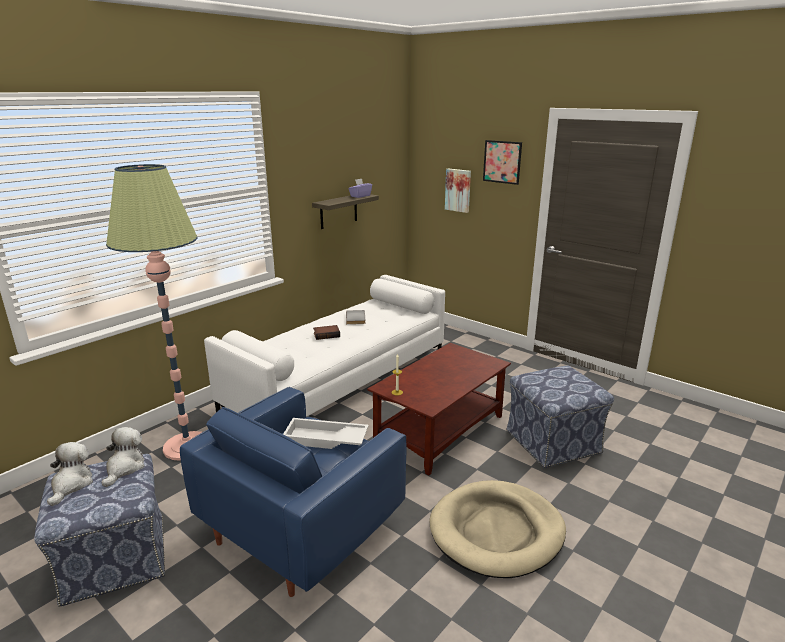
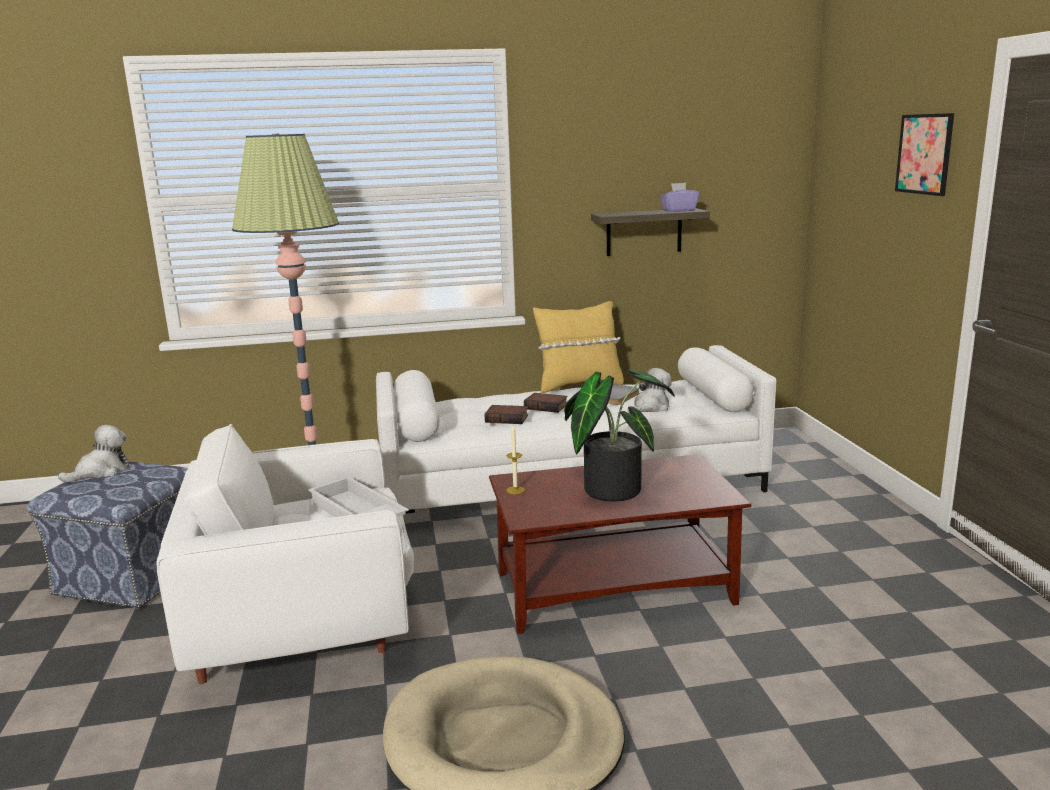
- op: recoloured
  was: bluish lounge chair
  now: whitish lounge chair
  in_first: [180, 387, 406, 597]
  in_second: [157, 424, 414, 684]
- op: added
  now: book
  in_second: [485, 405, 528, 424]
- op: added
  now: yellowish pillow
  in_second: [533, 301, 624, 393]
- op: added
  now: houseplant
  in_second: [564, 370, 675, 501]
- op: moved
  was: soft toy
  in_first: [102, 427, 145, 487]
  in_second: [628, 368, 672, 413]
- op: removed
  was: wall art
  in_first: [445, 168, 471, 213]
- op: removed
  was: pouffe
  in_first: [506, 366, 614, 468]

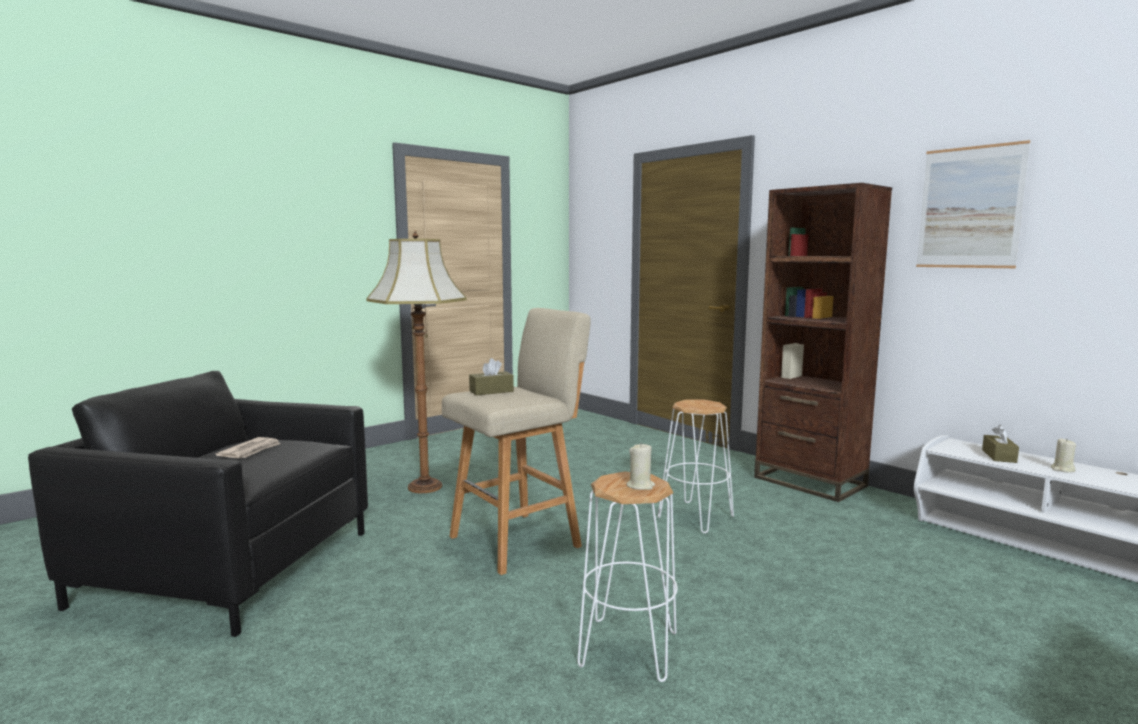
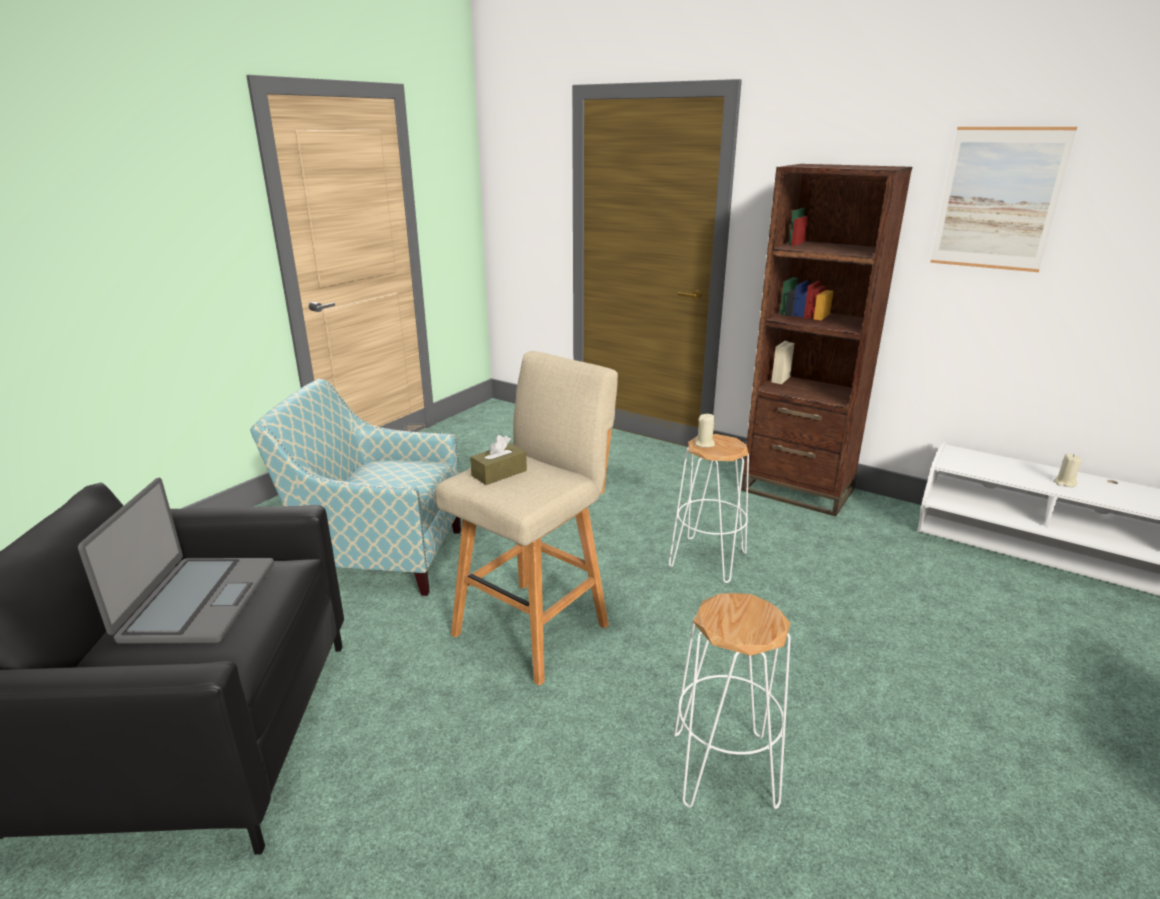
- op: replaced
  was: printed paper
  now: laptop
  in_first: [216, 437, 281, 458]
  in_second: [78, 478, 274, 644]
- op: replaced
  was: standing lamp
  now: lounge chair
  in_first: [366, 230, 467, 493]
  in_second: [250, 379, 461, 596]
- op: moved
  was: beige candle
  in_first: [626, 443, 655, 490]
  in_second: [695, 413, 715, 448]
- op: removed
  was: brown-coloured tissue holder
  in_first: [982, 425, 1019, 463]

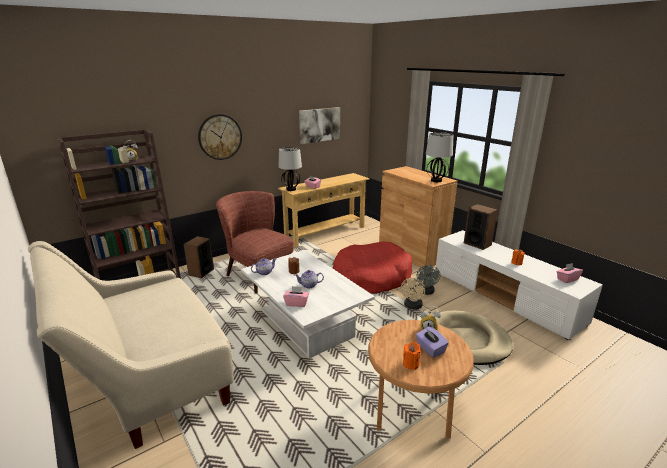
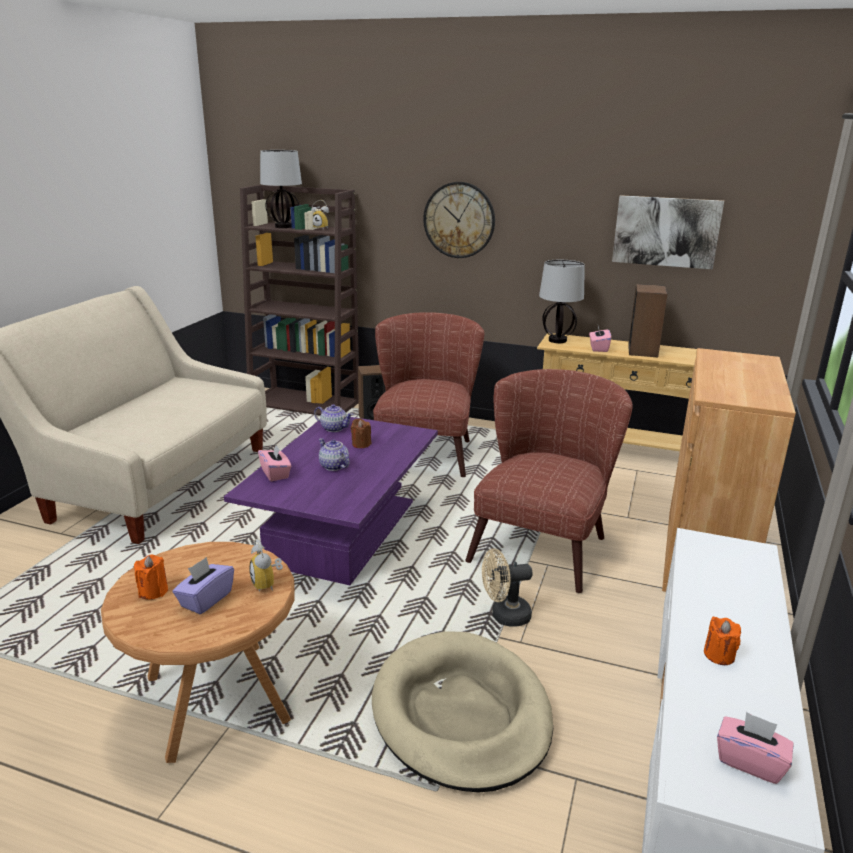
- op: recoloured
  was: whitish coffee table
  now: purplish coffee table
  in_first: [241, 250, 375, 359]
  in_second: [224, 417, 438, 585]
- op: moved
  was: lamp for a table
  in_first: [426, 132, 453, 182]
  in_second: [260, 150, 302, 228]
- op: replaced
  was: red dog bed
  now: brown-coloured lounge chair
  in_first: [333, 241, 412, 294]
  in_second: [465, 369, 633, 593]
- op: moved
  was: audio speaker
  in_first: [464, 204, 498, 250]
  in_second: [628, 284, 667, 357]
- op: removed
  was: gray fan
  in_first: [417, 265, 440, 295]

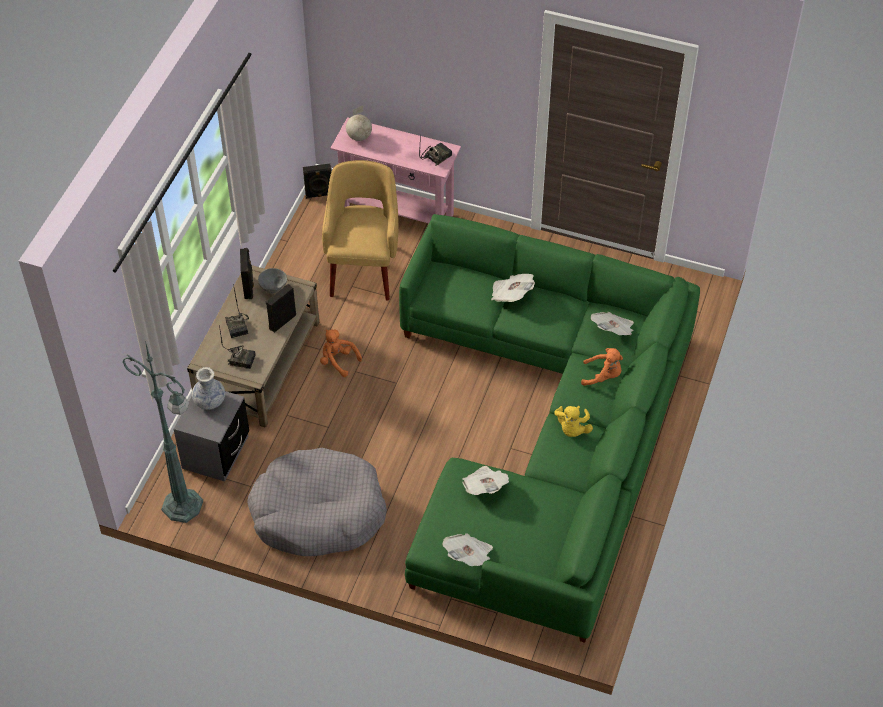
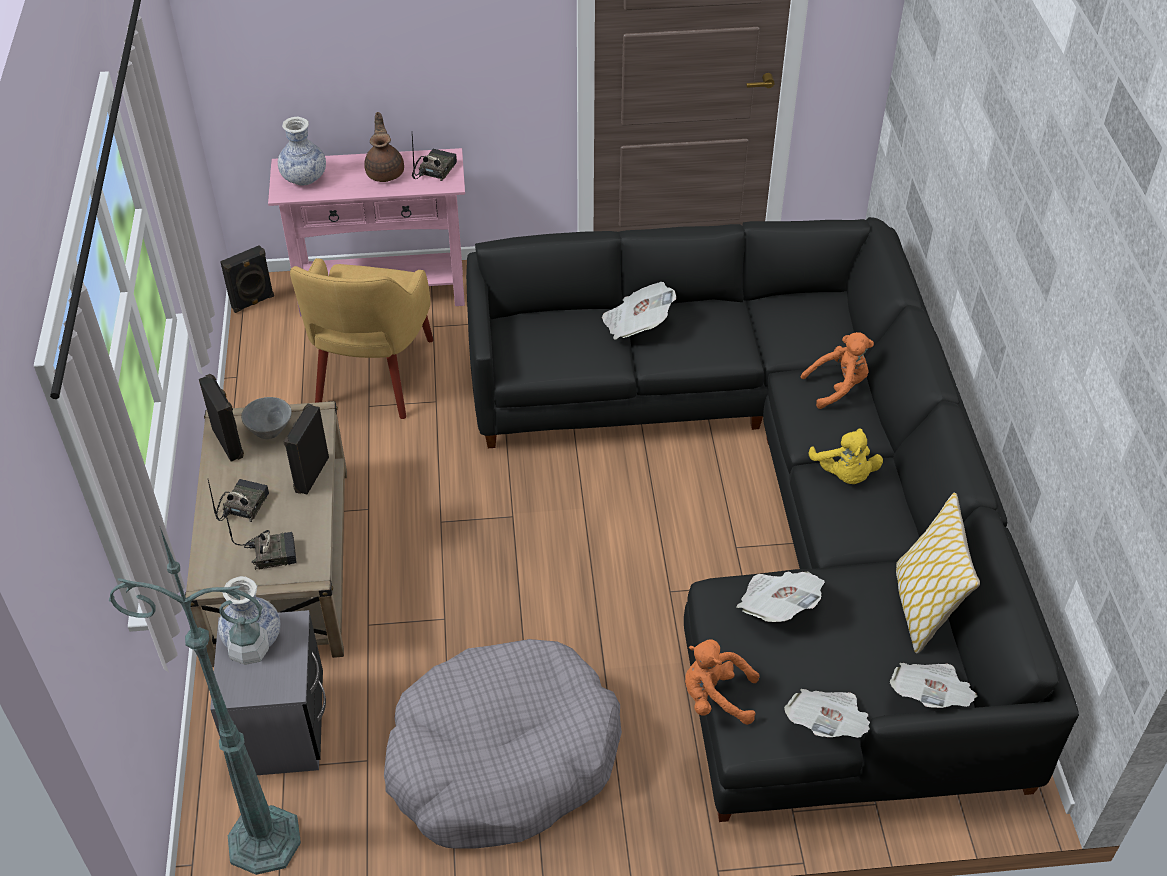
- op: turned
  was: radio
  in_first: [225, 284, 249, 338]
  in_second: [207, 478, 269, 522]
  clockwise: -120
- op: replaced
  was: desk globe
  now: flower vase
  in_first: [346, 105, 372, 141]
  in_second: [278, 116, 326, 185]
- op: turned
  was: yellowish lounge chair
  in_first: [322, 160, 399, 300]
  in_second: [290, 258, 433, 419]
  clockwise: -150
- op: added
  now: brown-coloured tea pot
  in_second: [364, 112, 404, 182]
- op: recoloured
  was: green-coloured settee
  now: black settee
  in_first: [399, 214, 700, 643]
  in_second: [466, 217, 1079, 822]
- op: moved
  was: orange-coloured soft toy
  in_first: [320, 329, 362, 377]
  in_second: [685, 639, 759, 725]
- op: moved
  was: printed paper
  in_first: [591, 312, 634, 335]
  in_second: [889, 663, 978, 708]
- op: added
  now: pillow
  in_second: [896, 493, 980, 654]

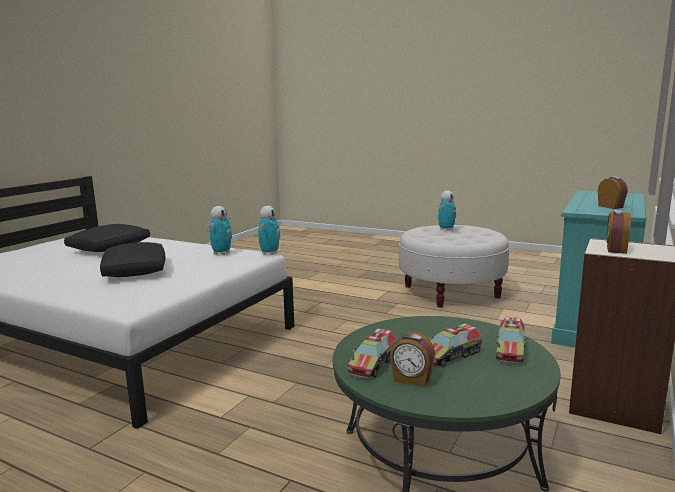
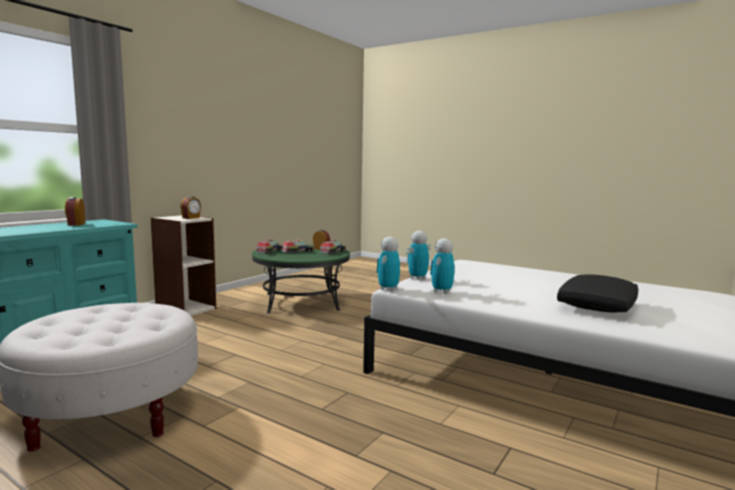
- op: moved
  was: robot figure
  in_first: [438, 191, 456, 231]
  in_second: [406, 231, 431, 280]
- op: removed
  was: black pillow
  in_first: [100, 242, 166, 277]

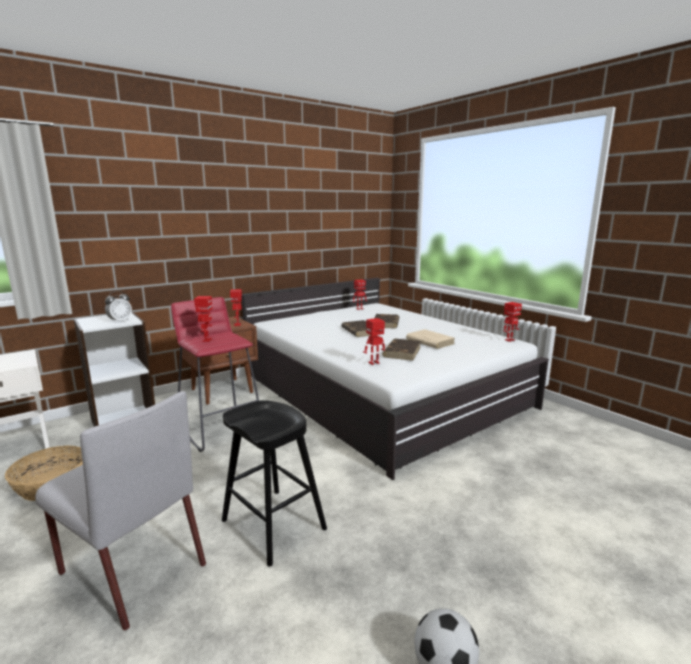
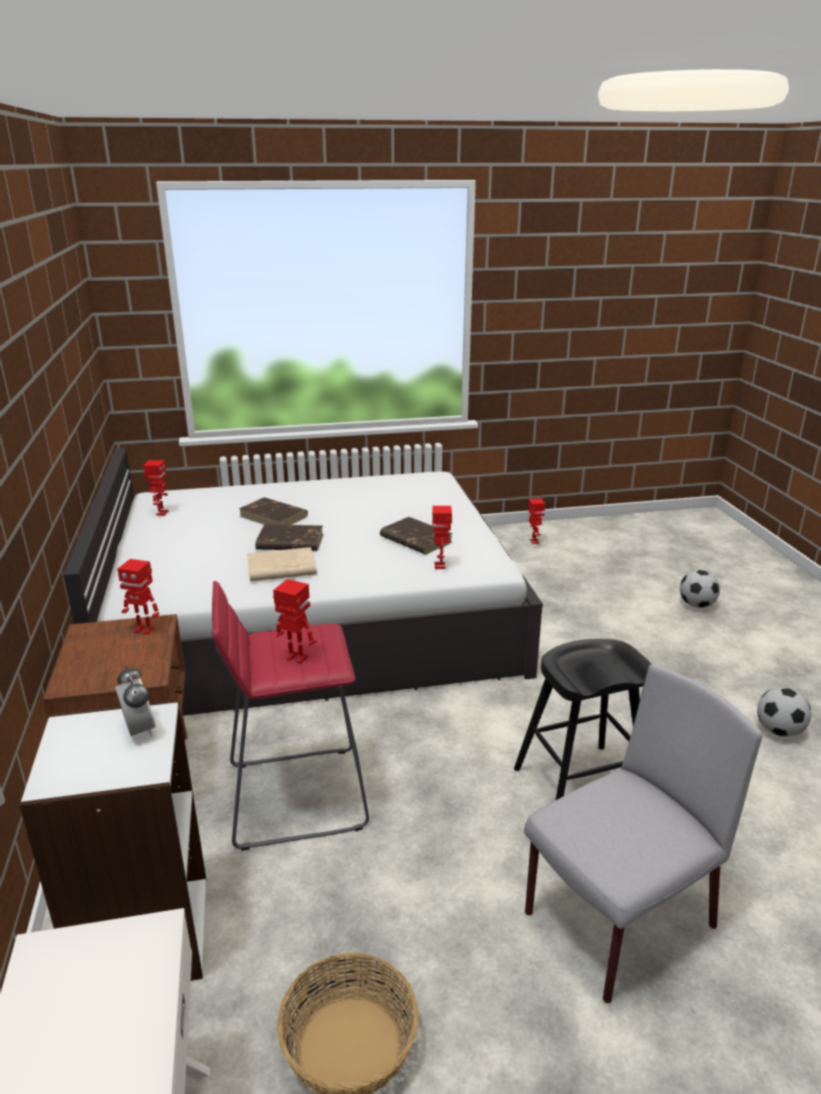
- op: moved
  was: beige book
  in_first: [406, 329, 454, 349]
  in_second: [247, 547, 317, 581]
- op: moved
  was: robot figure
  in_first: [503, 302, 522, 342]
  in_second: [528, 498, 545, 544]
- op: added
  now: ball for football
  in_second: [680, 570, 720, 608]

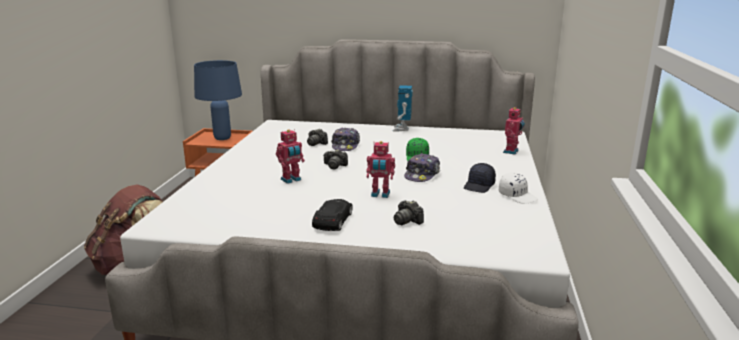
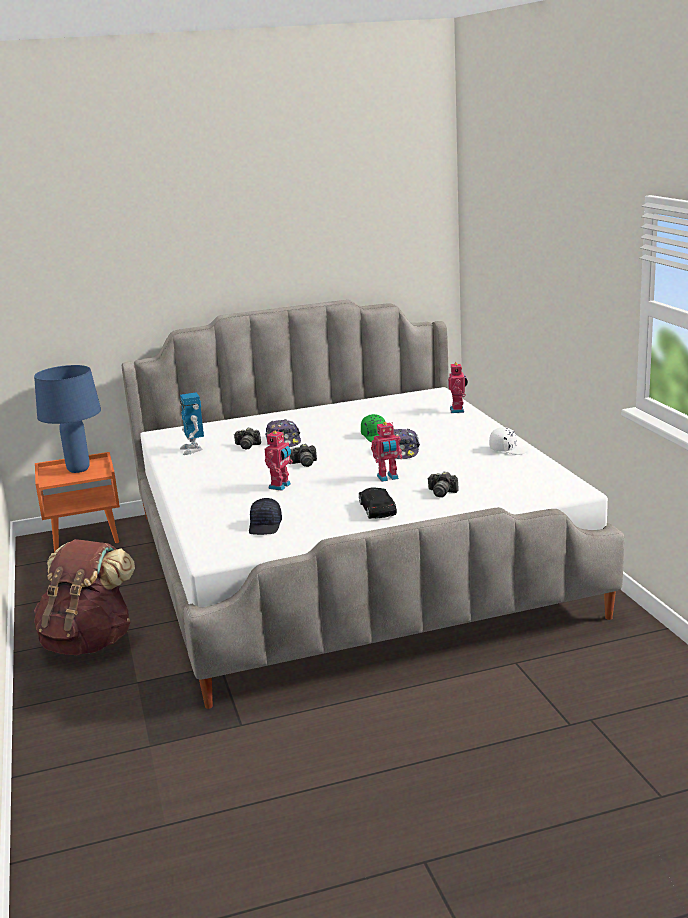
- op: moved
  was: robot figure
  in_first: [393, 85, 413, 132]
  in_second: [180, 392, 204, 455]
- op: moved
  was: black peaked cap
  in_first: [464, 163, 496, 193]
  in_second: [249, 498, 282, 535]

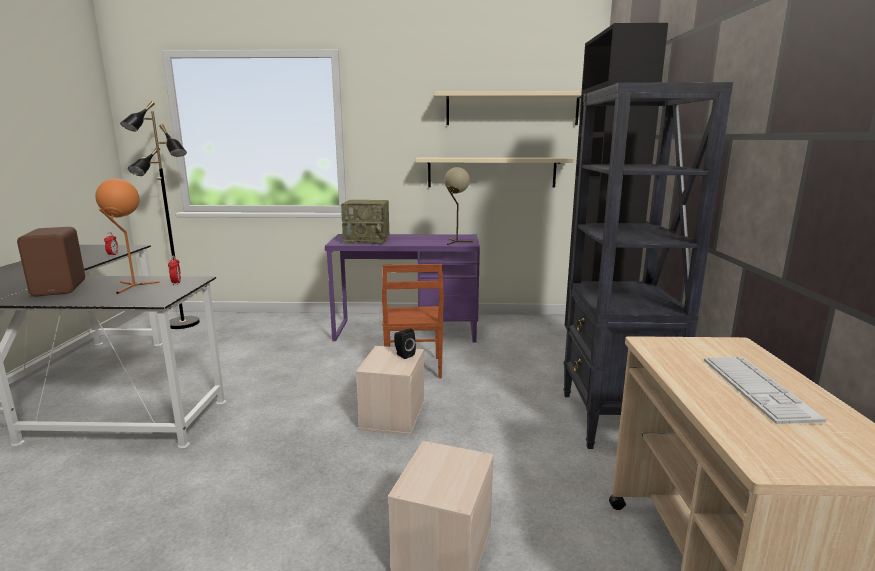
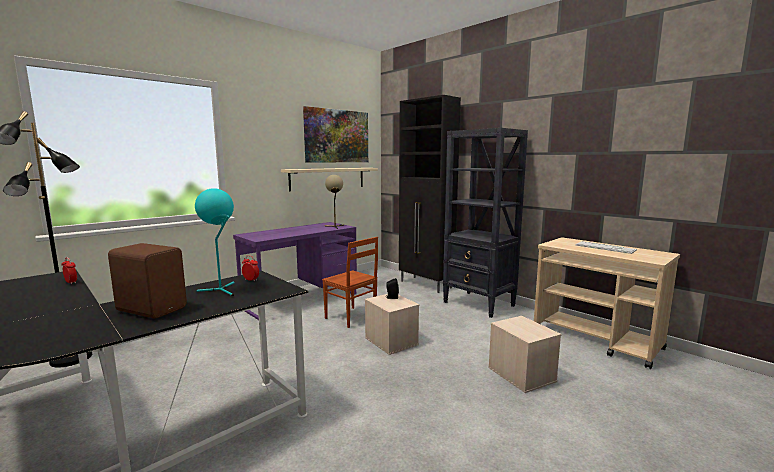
- op: recoloured
  was: orange-coloured lamp for a table
  now: turquoise lamp for a table
  in_first: [95, 179, 160, 294]
  in_second: [195, 188, 235, 296]
- op: replaced
  was: beige wall shelf
  now: wall art
  in_first: [434, 91, 582, 125]
  in_second: [303, 106, 368, 163]
- op: removed
  was: radio
  in_first: [341, 200, 389, 244]

